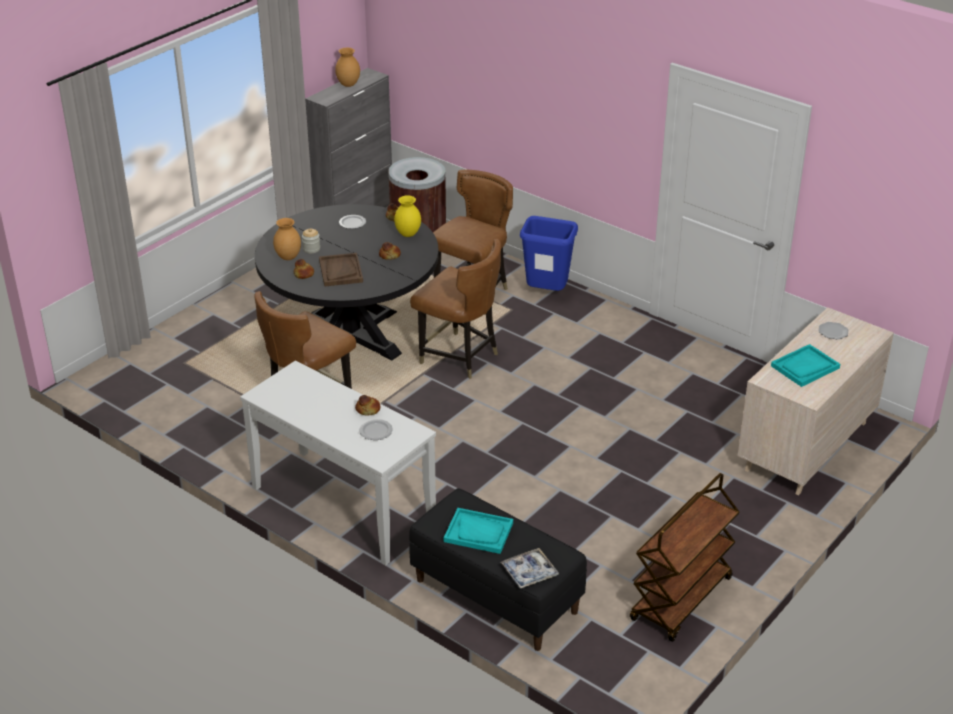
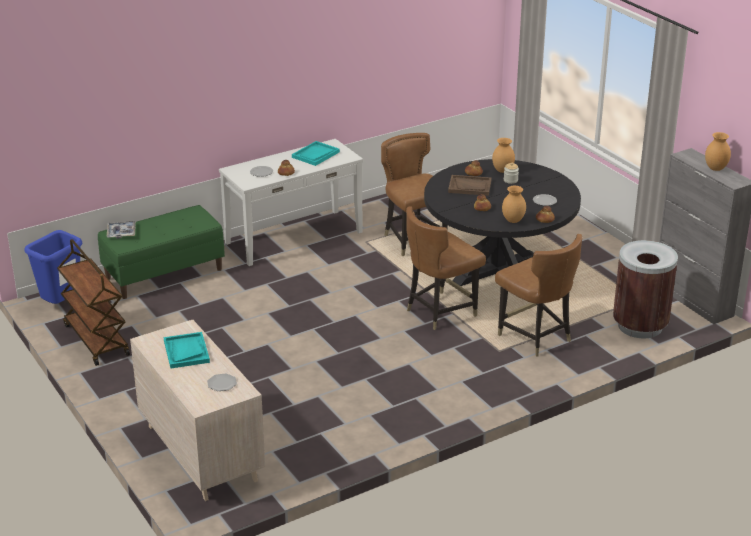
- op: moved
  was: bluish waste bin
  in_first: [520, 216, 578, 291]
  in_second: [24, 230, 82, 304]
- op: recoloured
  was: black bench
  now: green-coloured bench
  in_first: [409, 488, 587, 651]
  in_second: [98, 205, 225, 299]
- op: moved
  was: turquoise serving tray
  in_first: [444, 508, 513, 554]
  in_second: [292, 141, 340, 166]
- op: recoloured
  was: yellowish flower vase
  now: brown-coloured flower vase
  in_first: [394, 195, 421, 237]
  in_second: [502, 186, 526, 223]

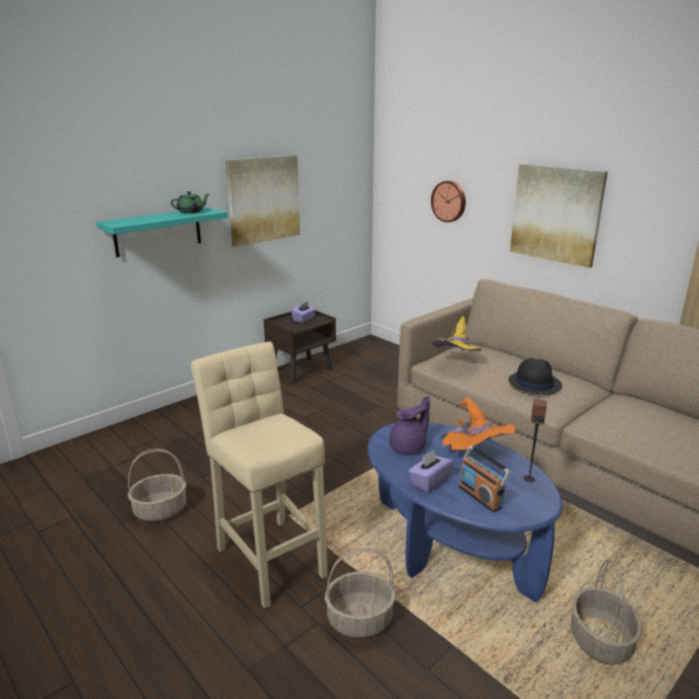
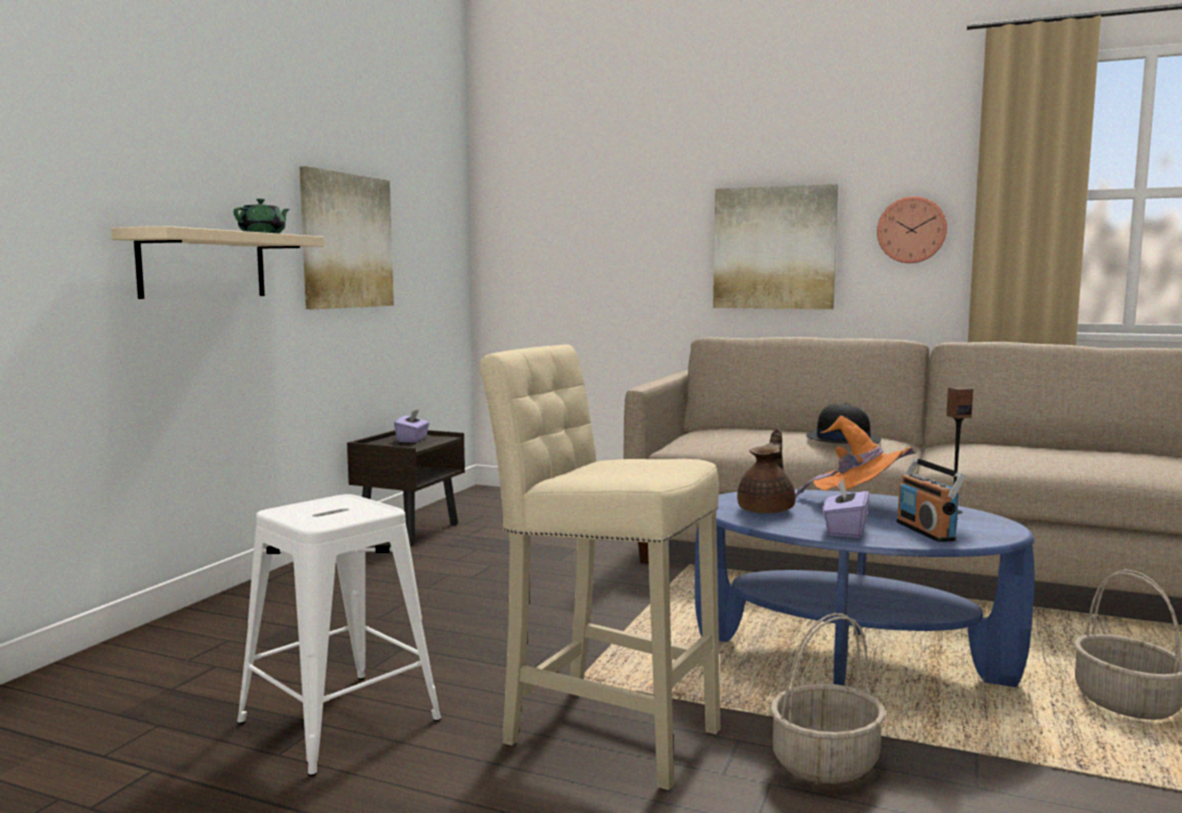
- op: recoloured
  was: turquoise wall shelf
  now: beige wall shelf
  in_first: [96, 207, 228, 257]
  in_second: [111, 226, 324, 299]
- op: replaced
  was: storage basket
  now: whitish stool seat
  in_first: [128, 449, 186, 522]
  in_second: [237, 494, 441, 776]
- op: recoloured
  was: purplish tea pot
  now: brown-coloured tea pot
  in_first: [389, 395, 430, 454]
  in_second: [737, 428, 795, 513]
- op: moved
  was: hanging clock
  in_first: [431, 181, 466, 222]
  in_second: [877, 196, 947, 263]
- op: turned
  was: radio
  in_first: [459, 445, 511, 512]
  in_second: [897, 458, 966, 542]
  clockwise: 45
- op: removed
  was: yellowish clothing hat
  in_first: [432, 316, 481, 352]

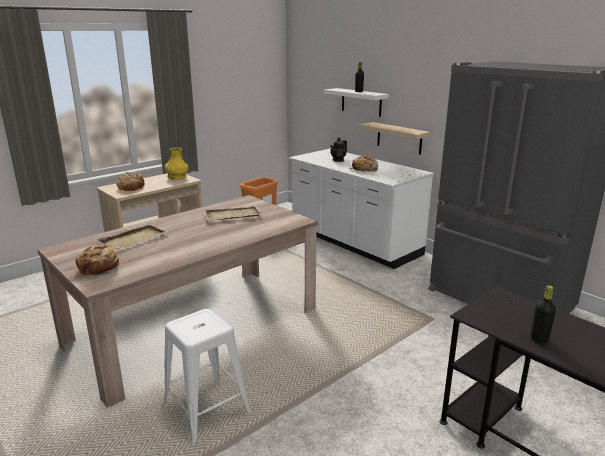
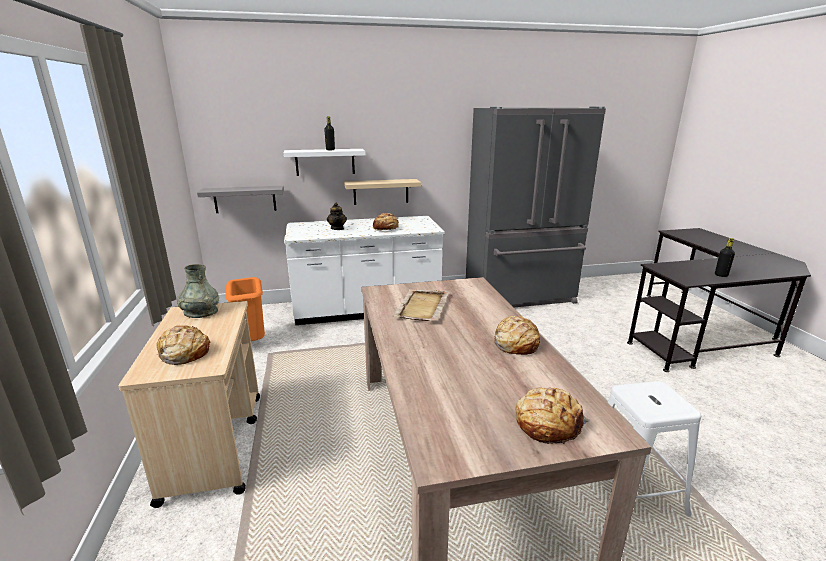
- op: recoloured
  was: yellowish flower vase
  now: gray flower vase
  in_first: [164, 147, 188, 179]
  in_second: [177, 264, 219, 318]
- op: added
  now: gray wall shelf
  in_second: [197, 186, 284, 213]
- op: added
  now: baked bread
  in_second: [494, 316, 540, 355]
- op: removed
  was: beige serving tray
  in_first: [94, 223, 170, 252]

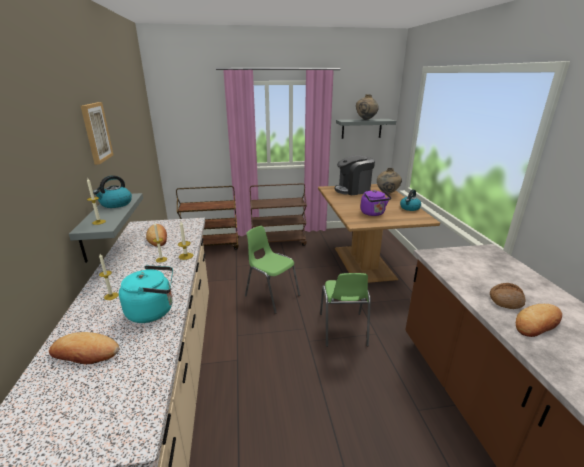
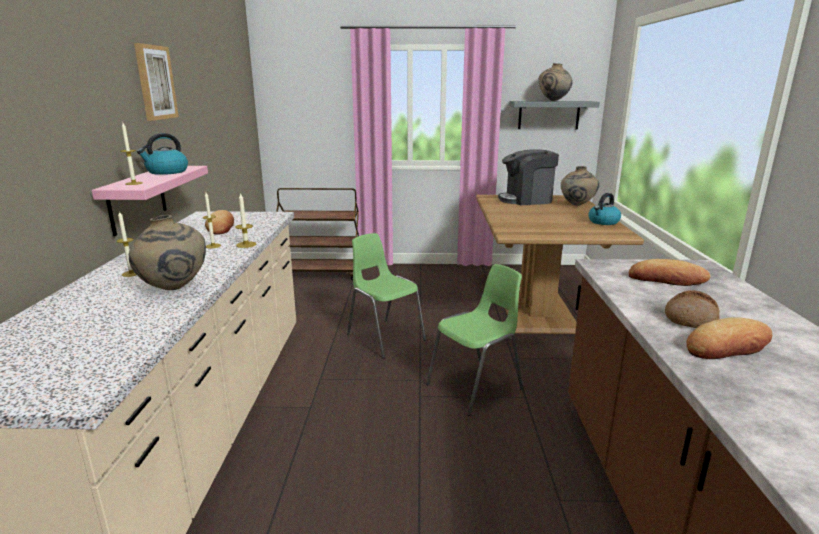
- op: recoloured
  was: gray wall shelf
  now: pinkish wall shelf
  in_first: [69, 193, 143, 263]
  in_second: [92, 166, 208, 236]
- op: replaced
  was: turquoise kettle
  now: beige flower vase
  in_first: [119, 265, 173, 323]
  in_second: [129, 215, 206, 290]
- op: turned
  was: green-coloured plain chair
  in_first: [320, 273, 371, 347]
  in_second: [426, 264, 523, 416]
  clockwise: -135
- op: moved
  was: baked bread
  in_first: [49, 332, 119, 364]
  in_second: [629, 259, 711, 286]
- op: removed
  was: brown-coloured cart
  in_first: [250, 183, 307, 246]
- op: removed
  was: purplish kettle
  in_first: [361, 190, 391, 216]

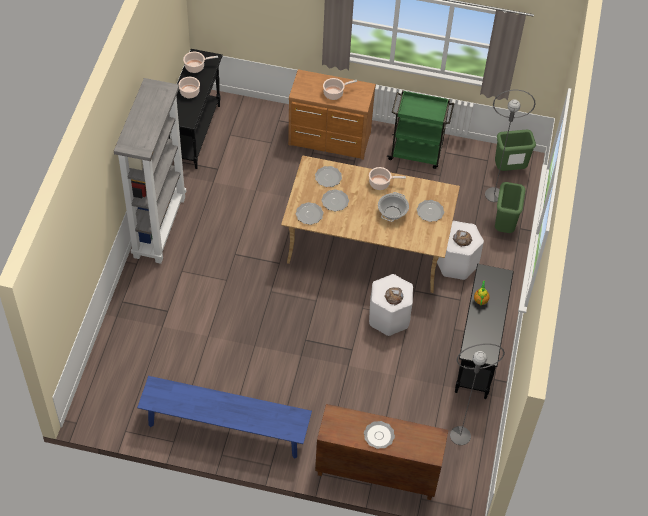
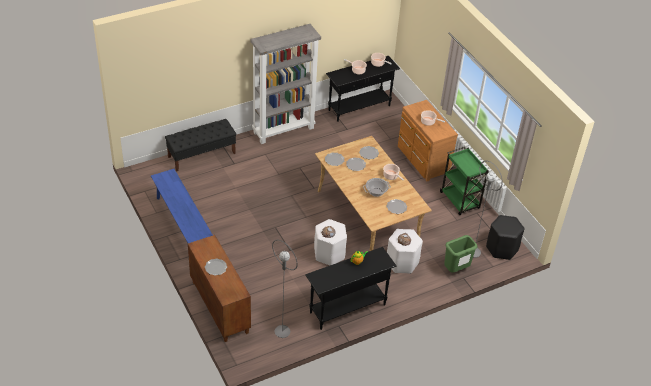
- op: added
  now: black bench
  in_second: [165, 119, 236, 172]
- op: replaced
  was: green-coloured waste bin
  now: black stool seat
  in_first: [495, 130, 536, 171]
  in_second: [486, 215, 525, 260]

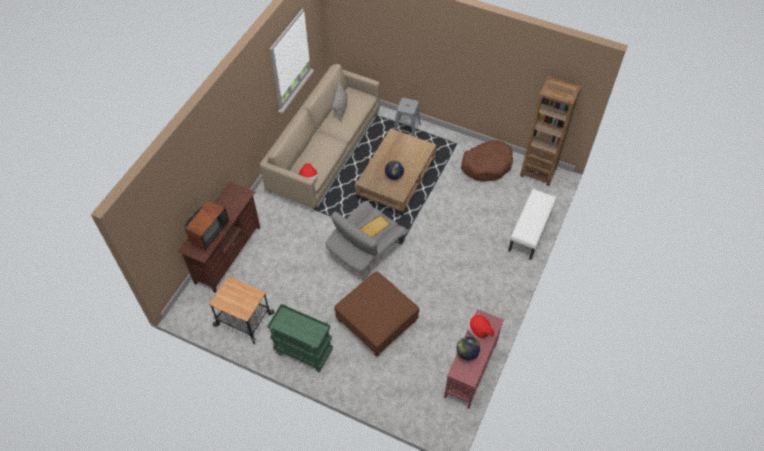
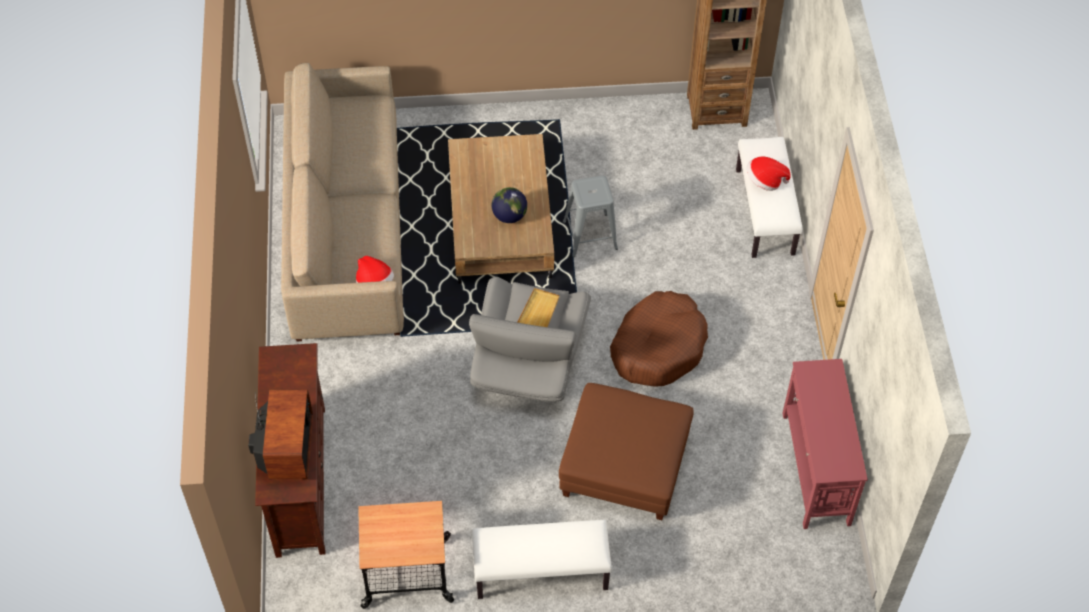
- op: replaced
  was: green-coloured cart
  now: whitish bench
  in_first: [267, 304, 333, 372]
  in_second: [472, 520, 612, 599]
- op: moved
  was: gray stool seat
  in_first: [394, 98, 421, 137]
  in_second: [563, 175, 618, 257]
- op: moved
  was: brown-coloured dog bed
  in_first: [461, 140, 513, 182]
  in_second: [610, 291, 708, 387]
- op: moved
  was: clothing hat
  in_first: [467, 315, 494, 339]
  in_second: [747, 156, 790, 191]
- op: removed
  was: gray pillow
  in_first: [332, 80, 347, 122]
- op: removed
  was: desk globe
  in_first: [457, 337, 480, 361]

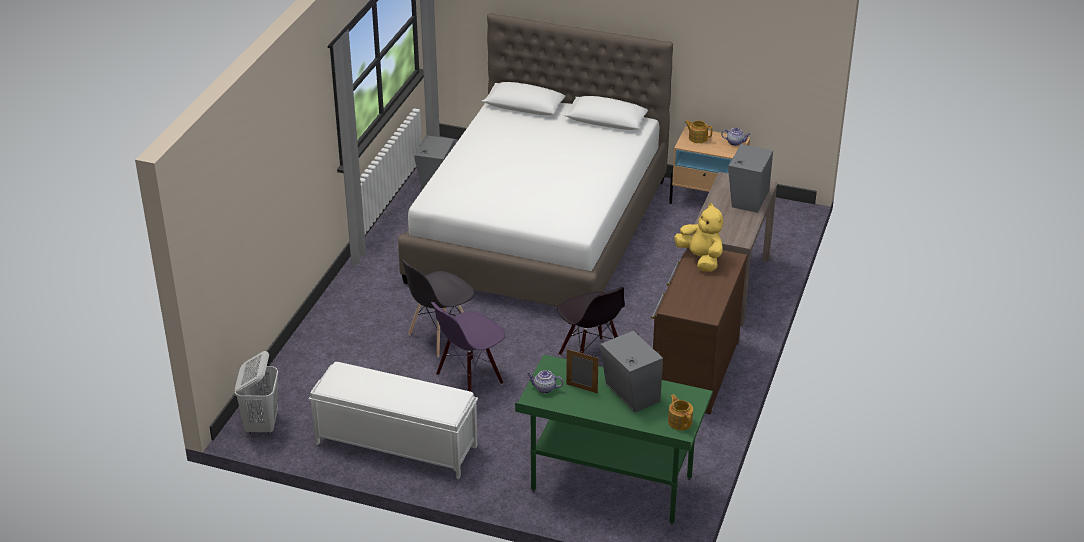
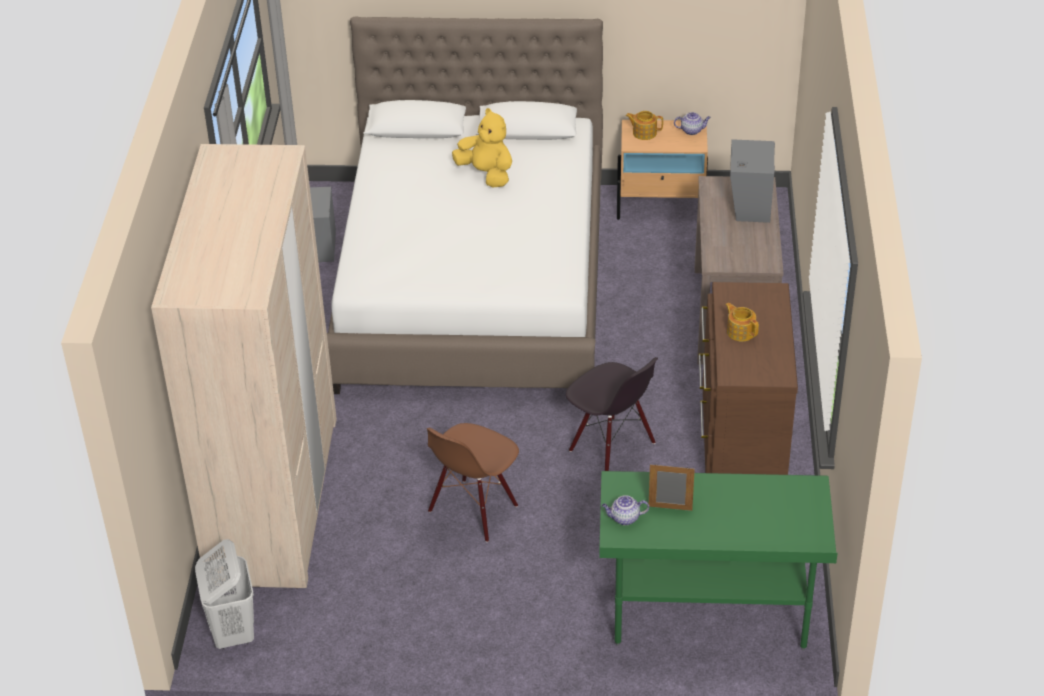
- op: added
  now: beige clothes cupboard
  in_second: [151, 144, 337, 589]
- op: recoloured
  was: purplish plain chair
  now: brown-coloured plain chair
  in_first: [431, 302, 505, 392]
  in_second: [427, 423, 519, 542]
- op: moved
  was: yellowish soft toy
  in_first: [674, 203, 723, 272]
  in_second: [452, 108, 512, 188]
- op: moved
  was: tea pot
  in_first: [668, 394, 693, 430]
  in_second: [725, 303, 759, 342]
- op: removed
  was: whitish bench
  in_first: [309, 362, 478, 479]
- op: removed
  was: gray plain chair
  in_first: [402, 259, 475, 357]
- op: removed
  was: gray audio speaker
  in_first: [601, 331, 663, 412]

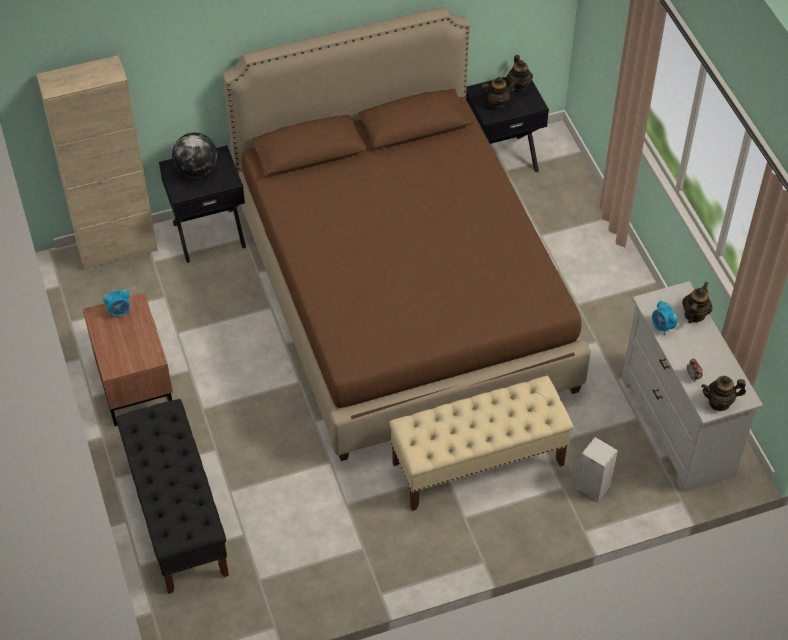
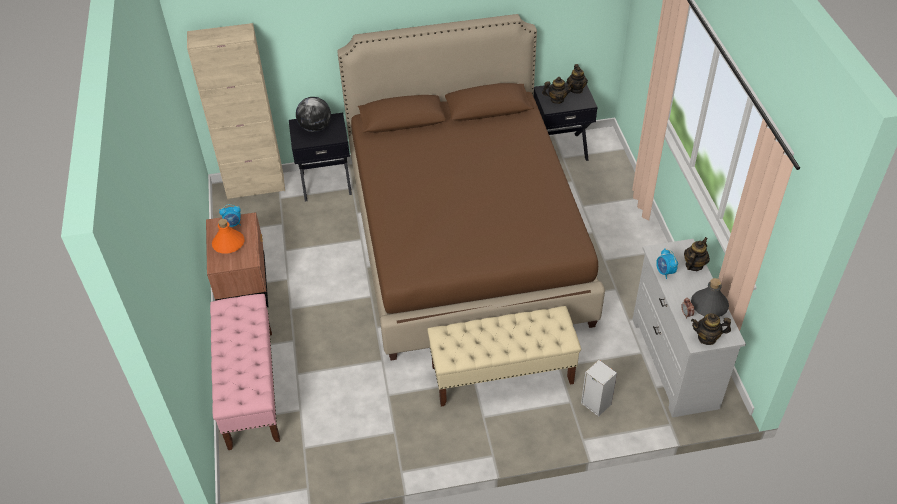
- op: recoloured
  was: black bench
  now: pinkish bench
  in_first: [116, 399, 229, 594]
  in_second: [210, 294, 280, 450]
- op: added
  now: orange-coloured bottle
  in_second: [212, 219, 245, 254]
- op: added
  now: gray bottle
  in_second: [691, 278, 729, 317]

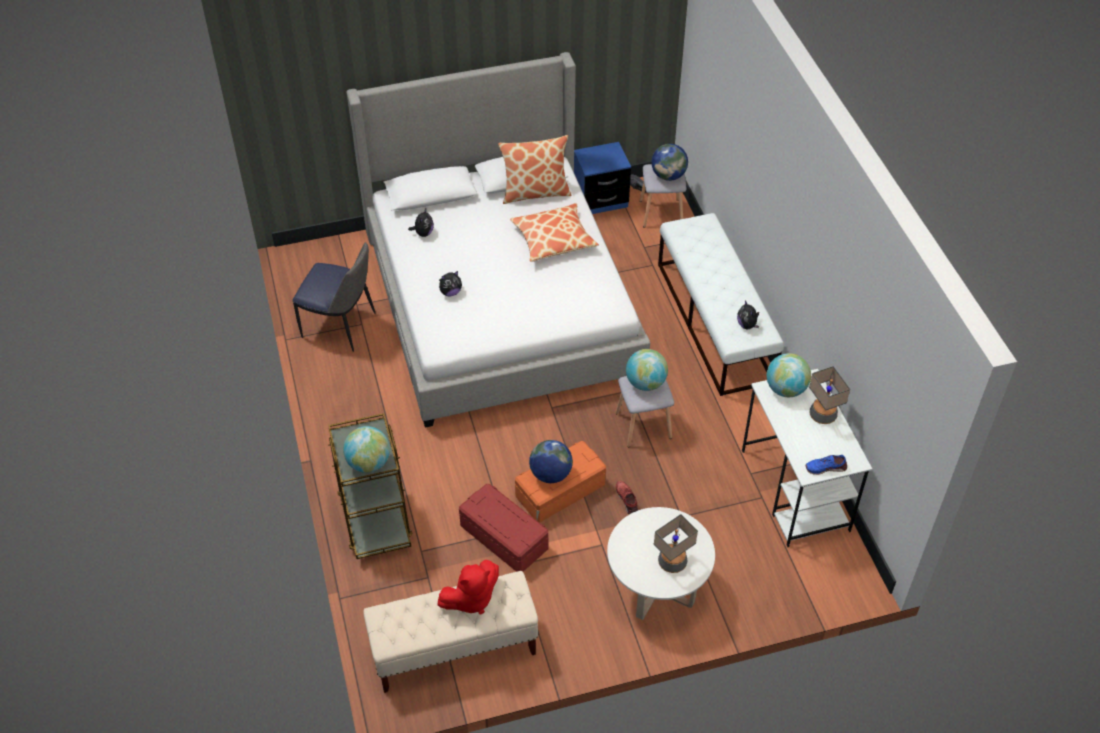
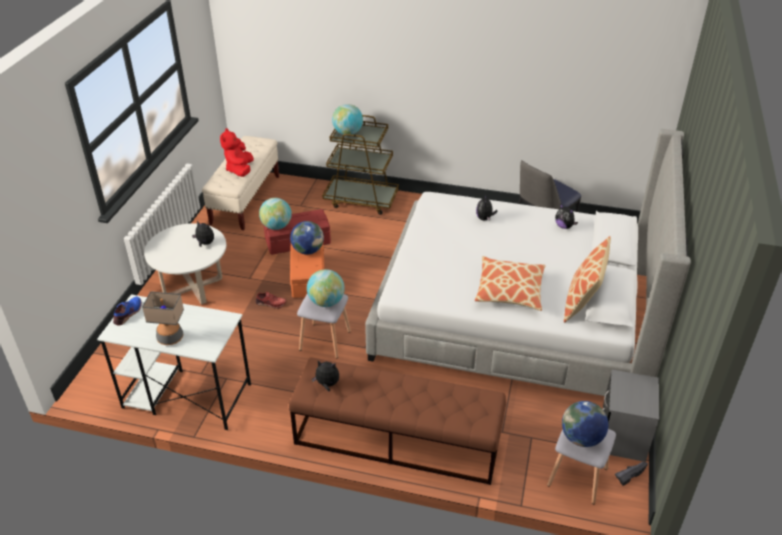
- op: added
  now: soft toy
  in_second: [192, 221, 214, 247]
- op: moved
  was: desk globe
  in_first: [767, 353, 811, 397]
  in_second: [259, 198, 292, 230]
- op: recoloured
  was: whitish bench
  now: brown-coloured bench
  in_first: [658, 213, 784, 396]
  in_second: [289, 357, 506, 485]
- op: recoloured
  was: bluish bedside table
  now: gray bedside table
  in_first: [574, 142, 631, 214]
  in_second: [603, 370, 659, 462]
- op: removed
  was: lamp for a table
  in_first: [654, 514, 698, 573]

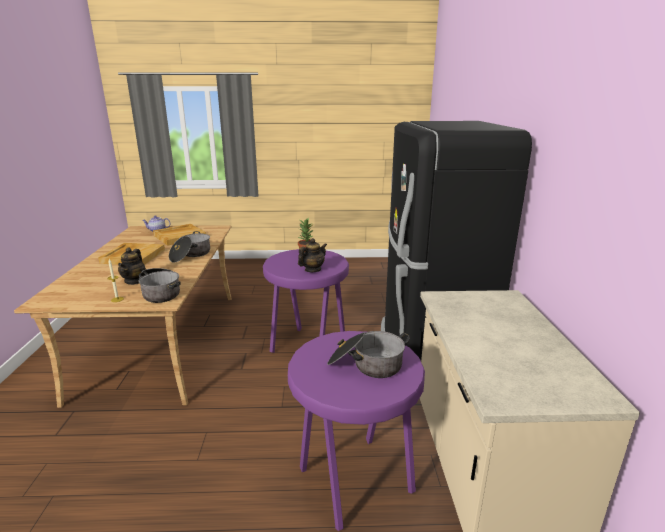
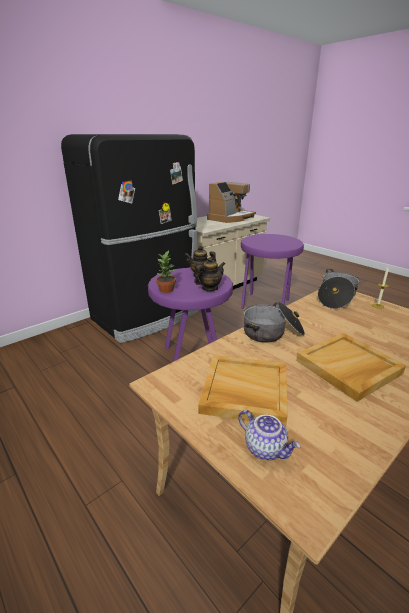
- op: moved
  was: tea pot
  in_first: [118, 247, 146, 285]
  in_second: [194, 257, 225, 291]
- op: added
  now: coffee machine
  in_second: [207, 182, 256, 223]
- op: removed
  was: stockpot
  in_first: [327, 331, 410, 378]

